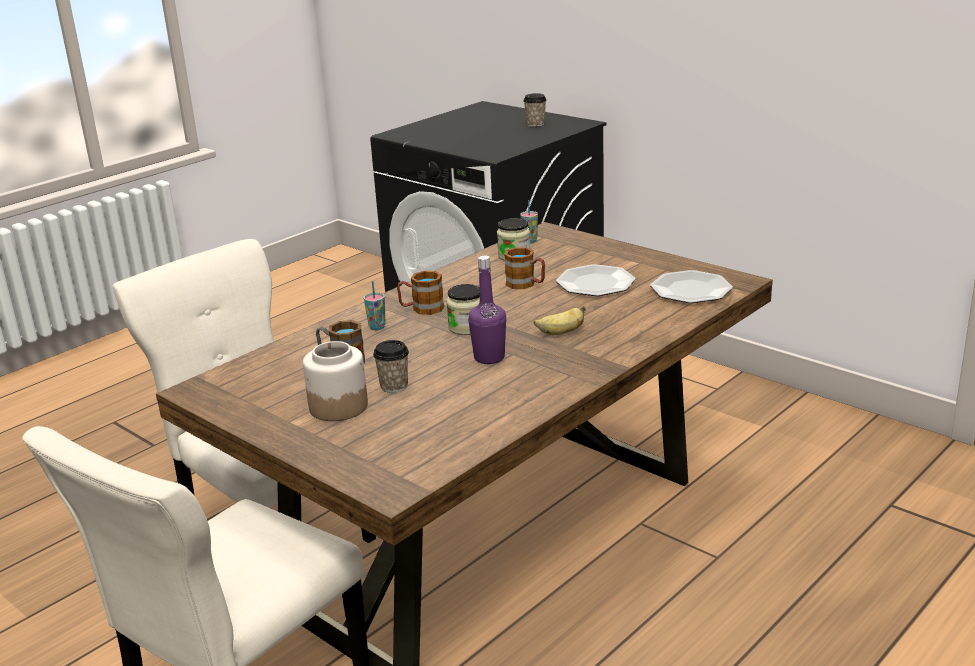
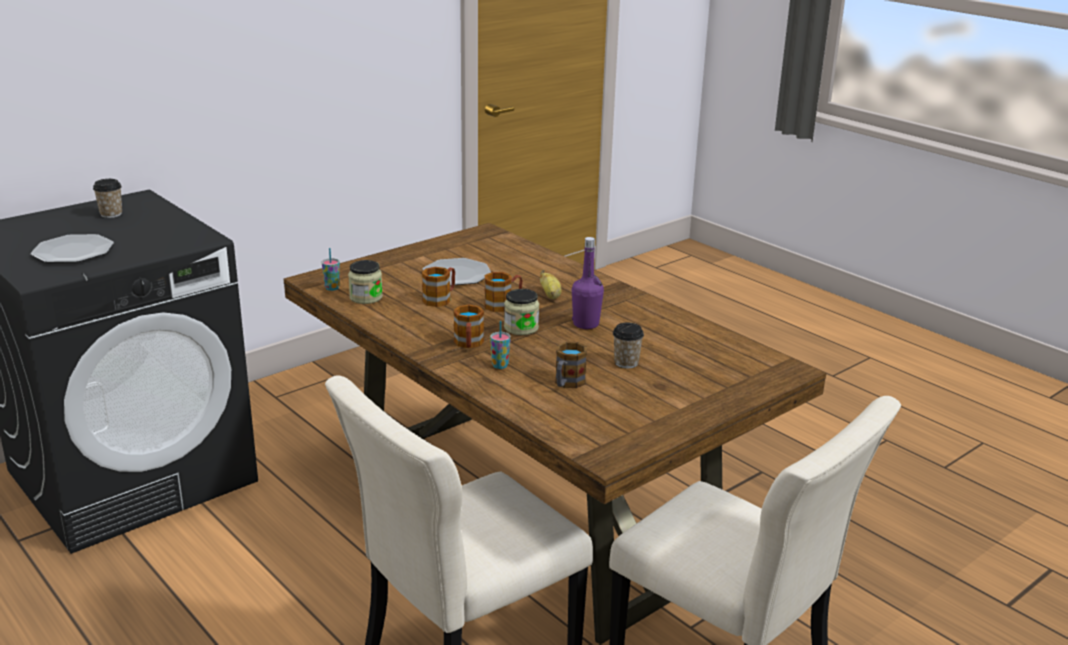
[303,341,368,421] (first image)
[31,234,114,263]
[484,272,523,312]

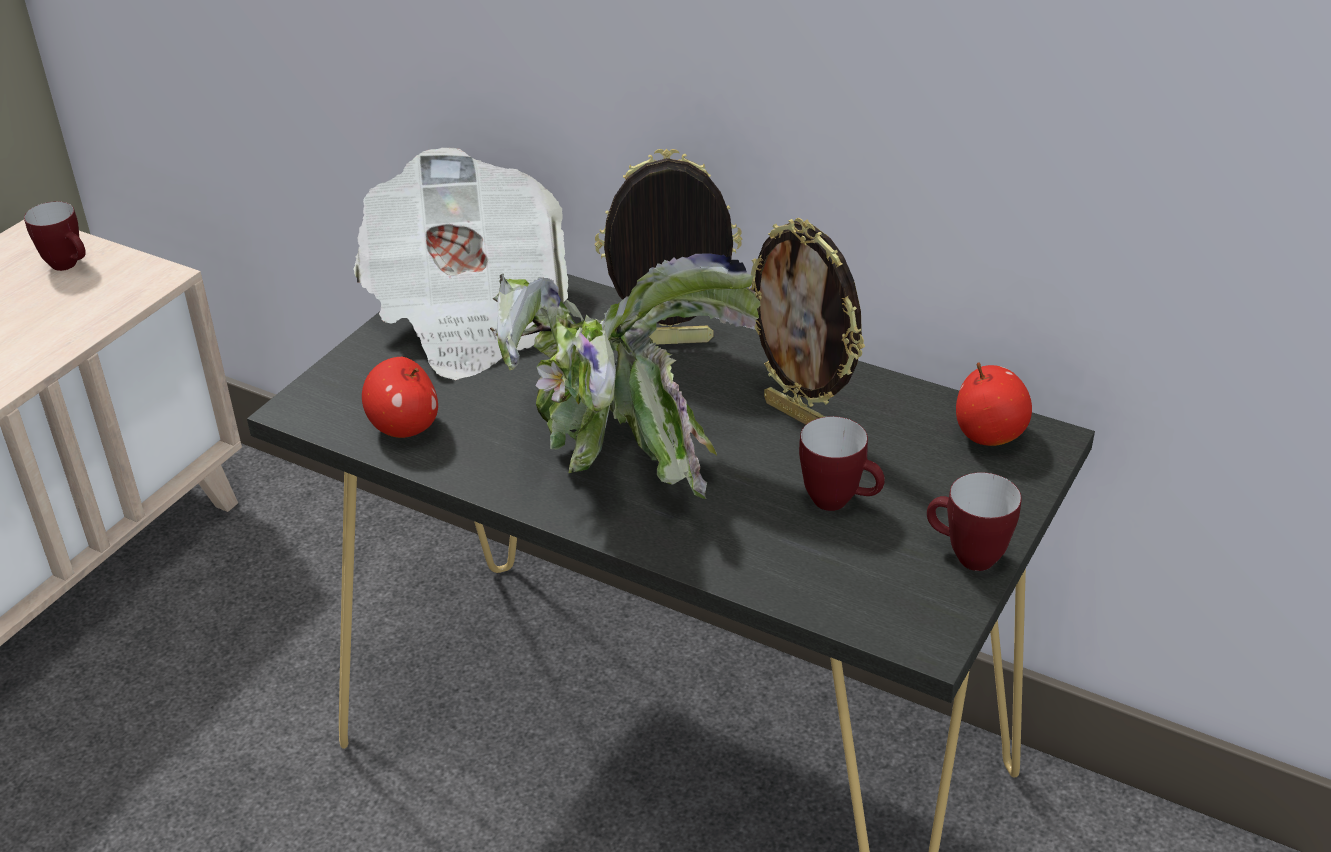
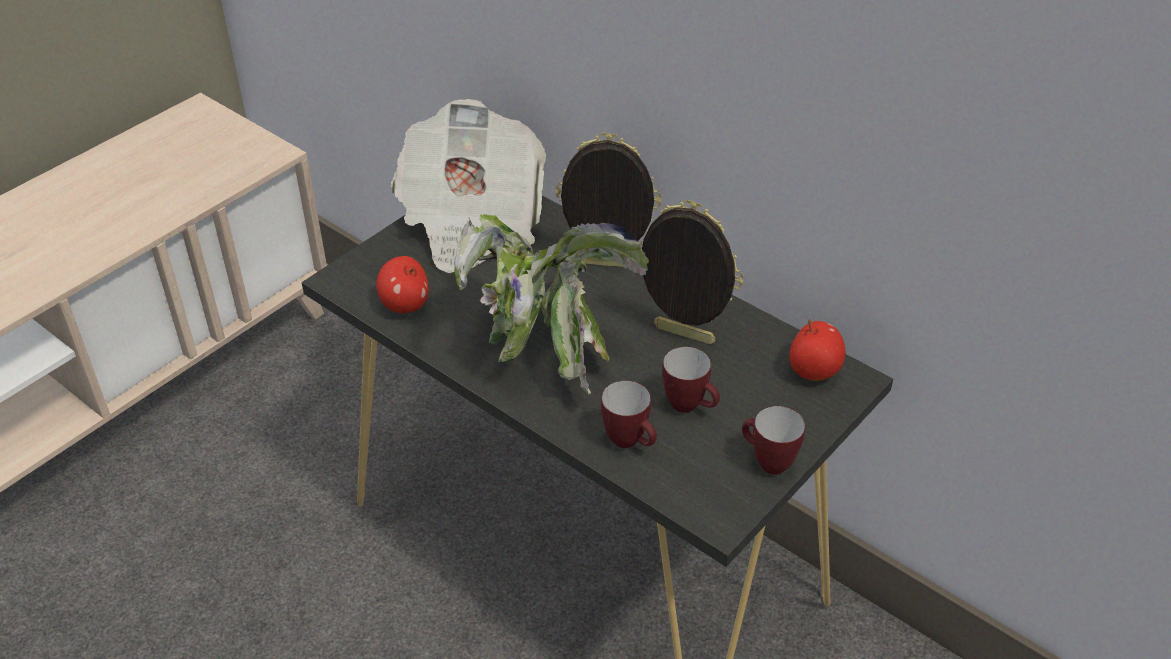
[601,381,657,448]
[641,200,744,345]

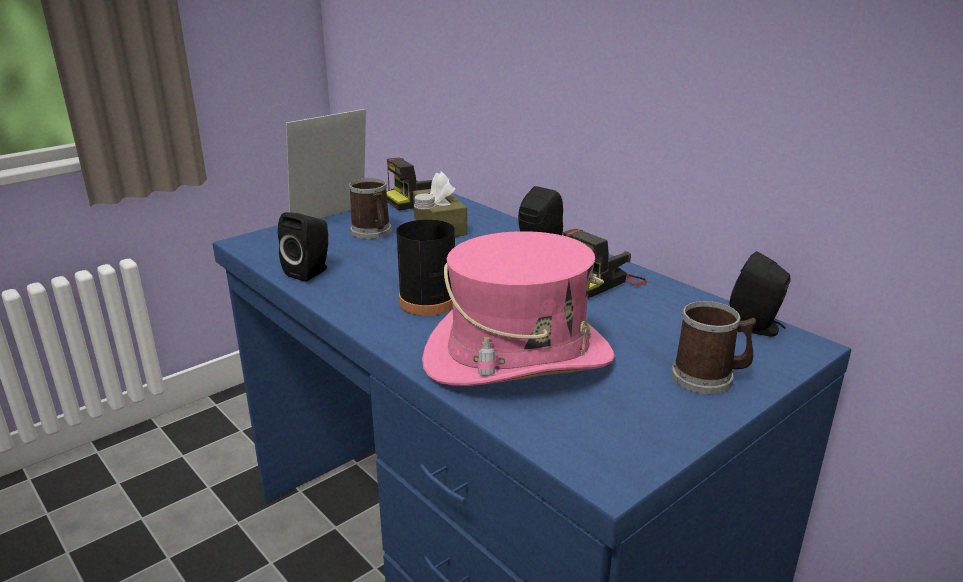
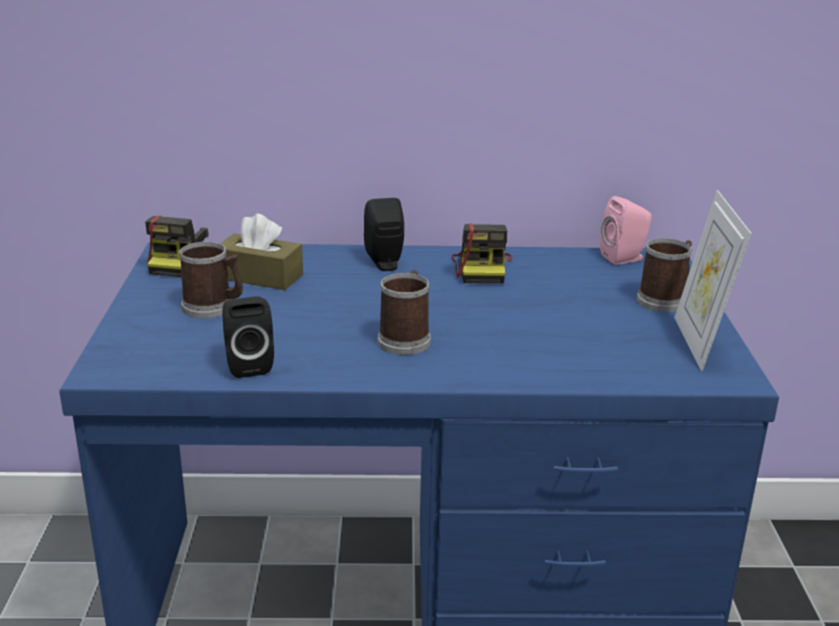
[674,190,752,371]
[378,270,431,355]
[422,231,615,386] (first image)
[600,196,652,265]

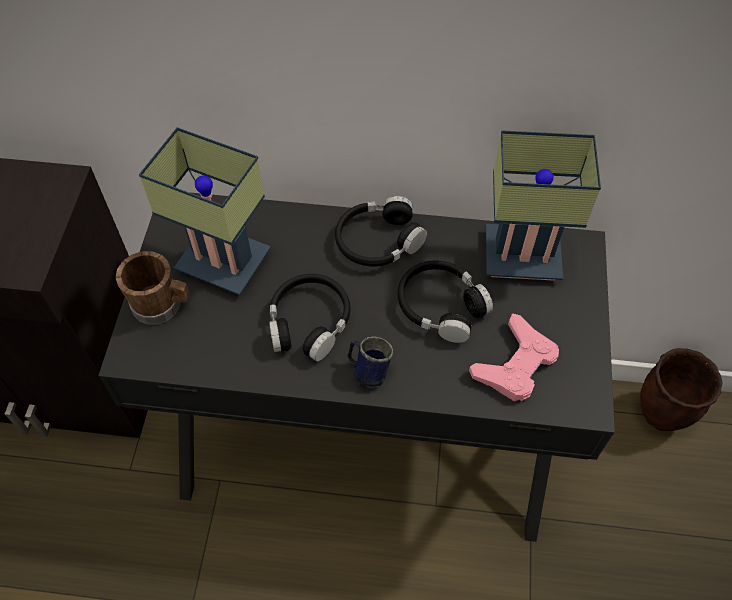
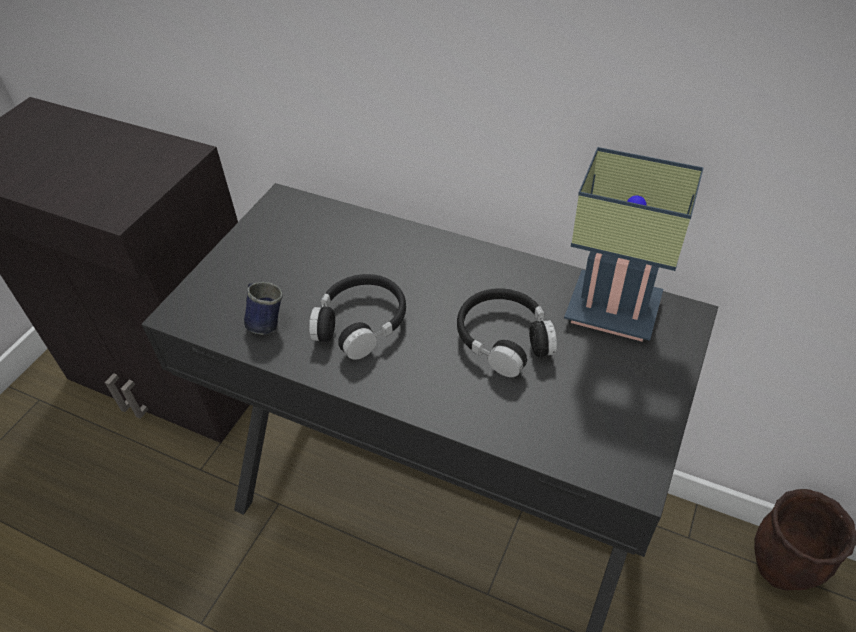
[116,251,189,325] (first image)
[139,127,271,295] (first image)
[335,196,427,266] (first image)
[244,282,283,335]
[469,313,559,401] (first image)

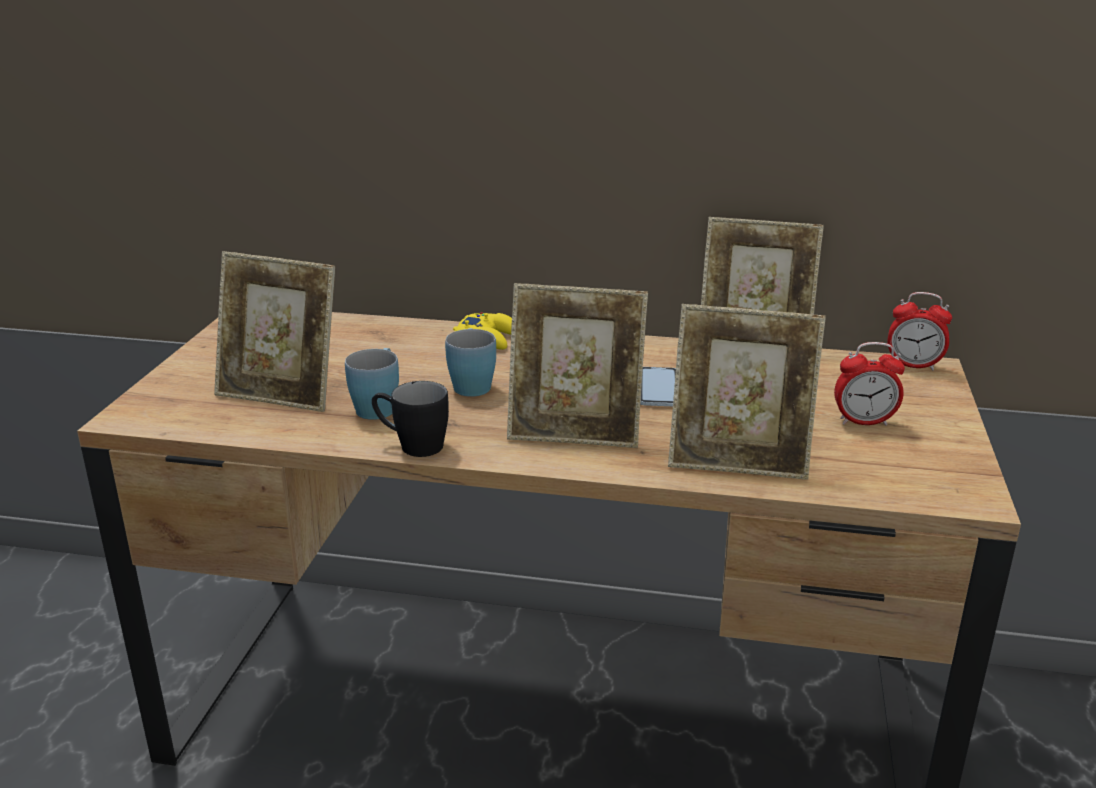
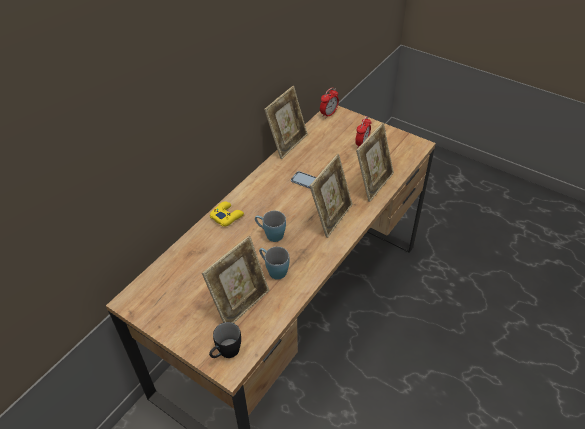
[209,322,241,358]

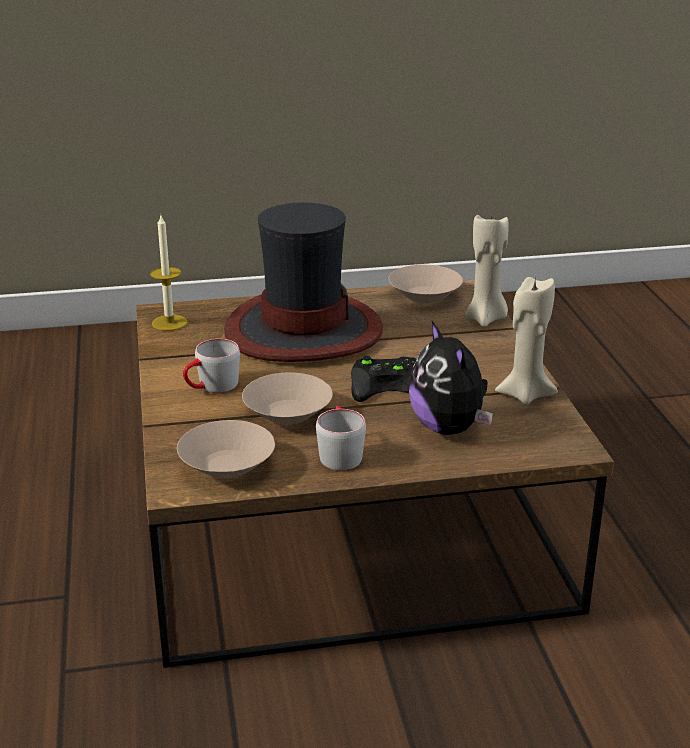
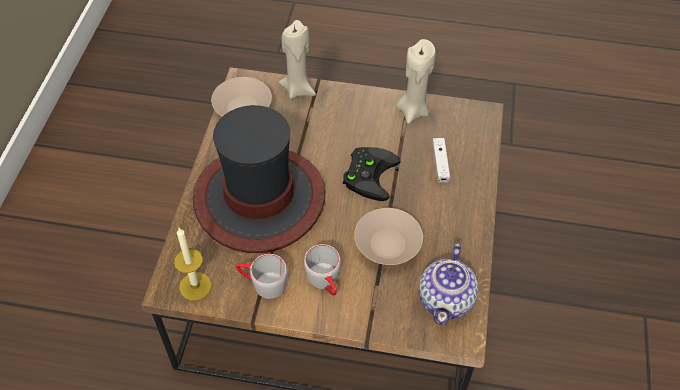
[418,243,479,325]
[236,254,287,299]
[432,138,450,183]

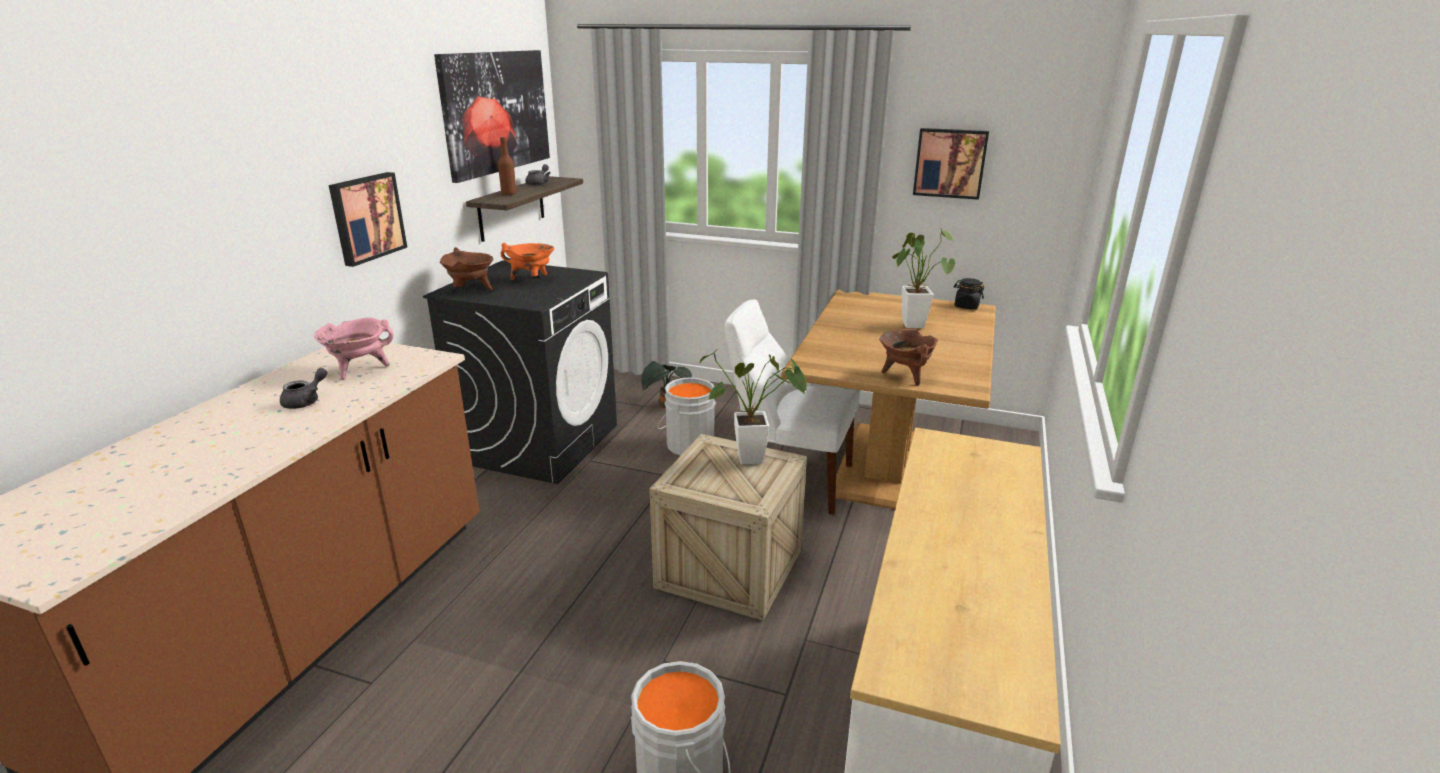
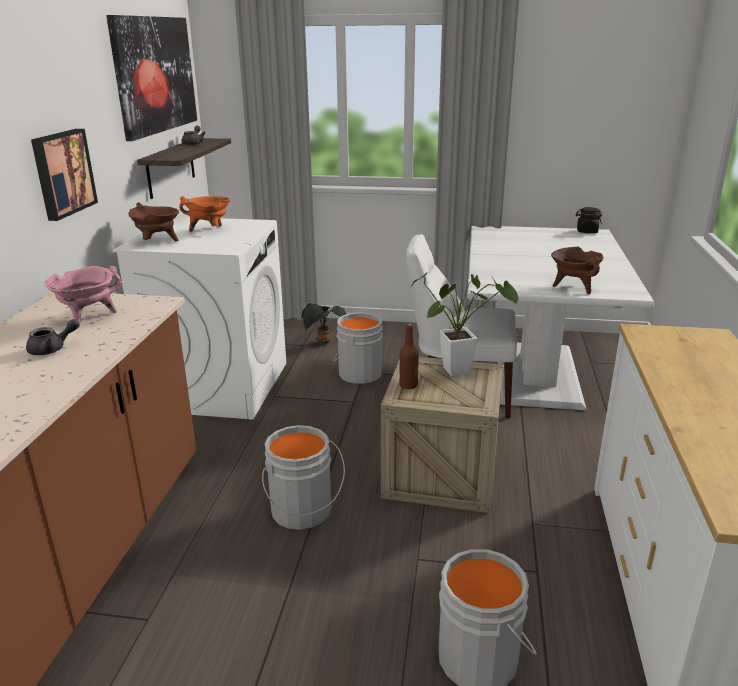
[26,319,80,355]
[112,217,286,419]
[399,324,419,389]
[467,226,654,410]
[892,229,955,328] (first image)
[913,128,989,200] (first image)
[262,425,345,530]

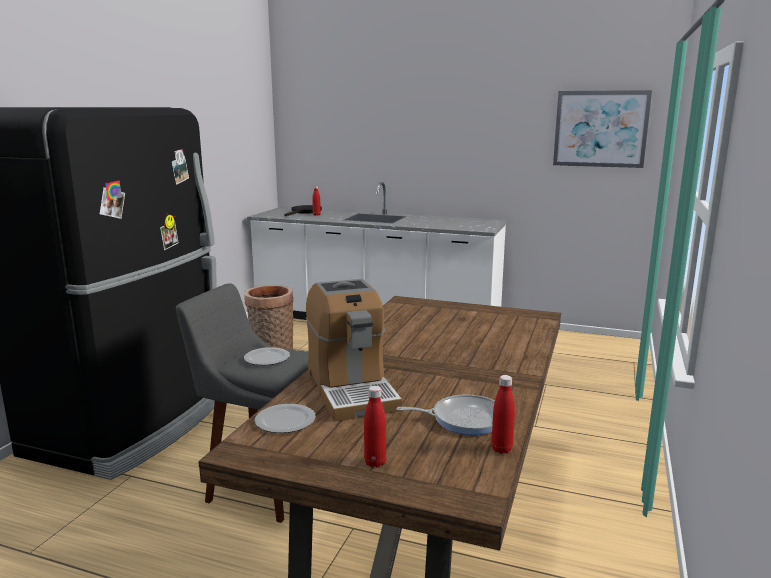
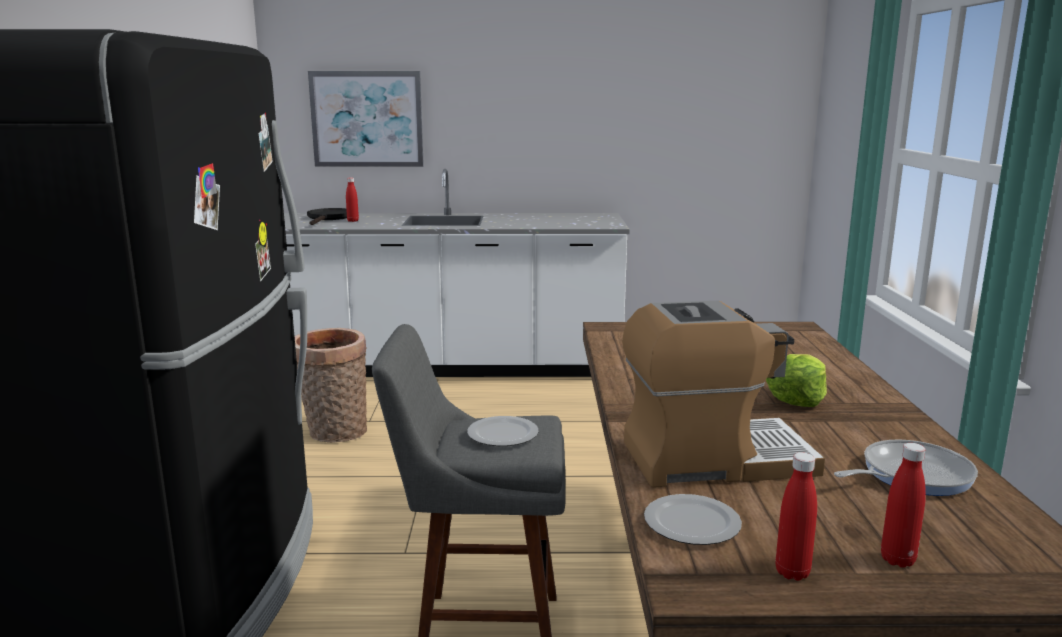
[622,301,825,488]
[775,452,817,581]
[308,71,424,167]
[766,354,827,407]

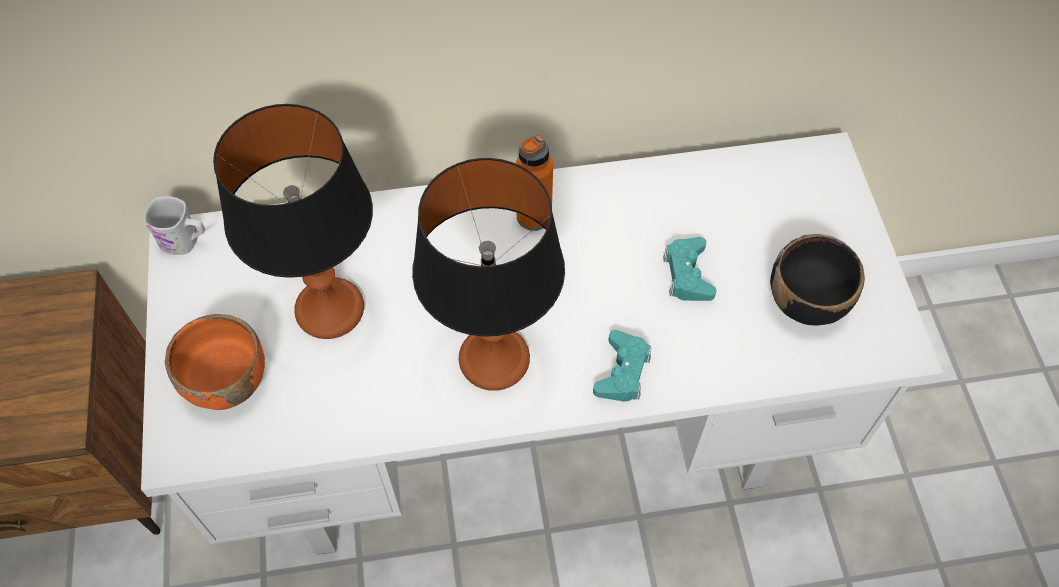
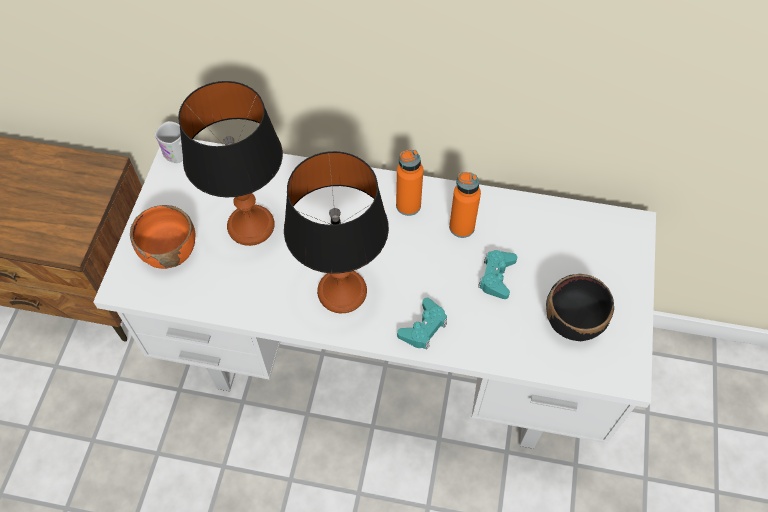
[449,172,481,238]

